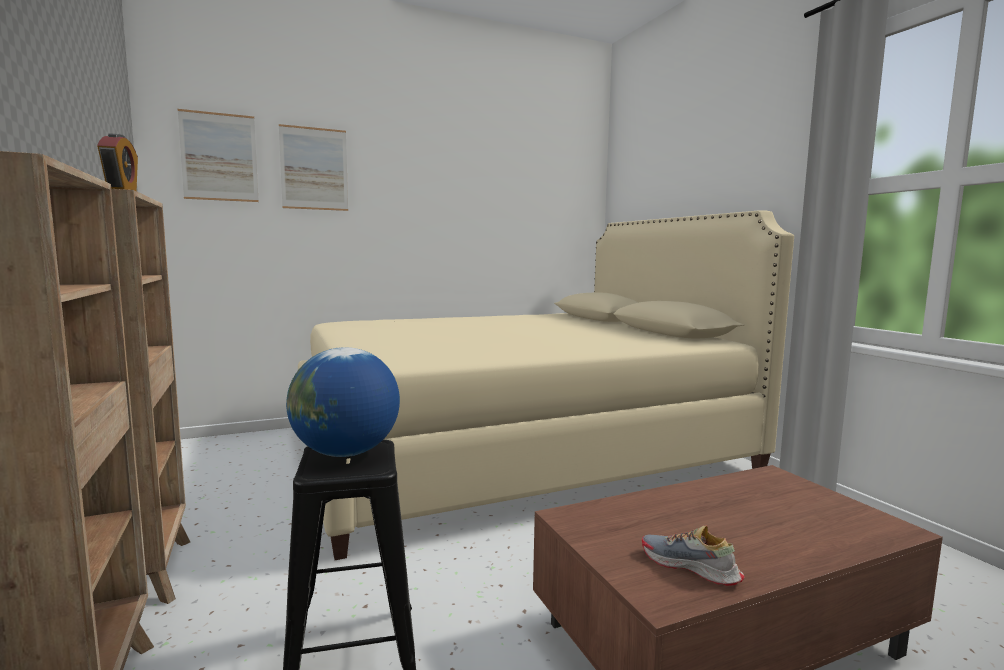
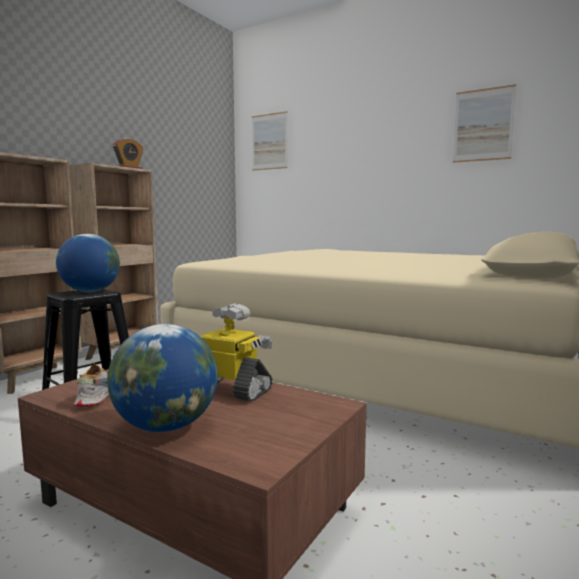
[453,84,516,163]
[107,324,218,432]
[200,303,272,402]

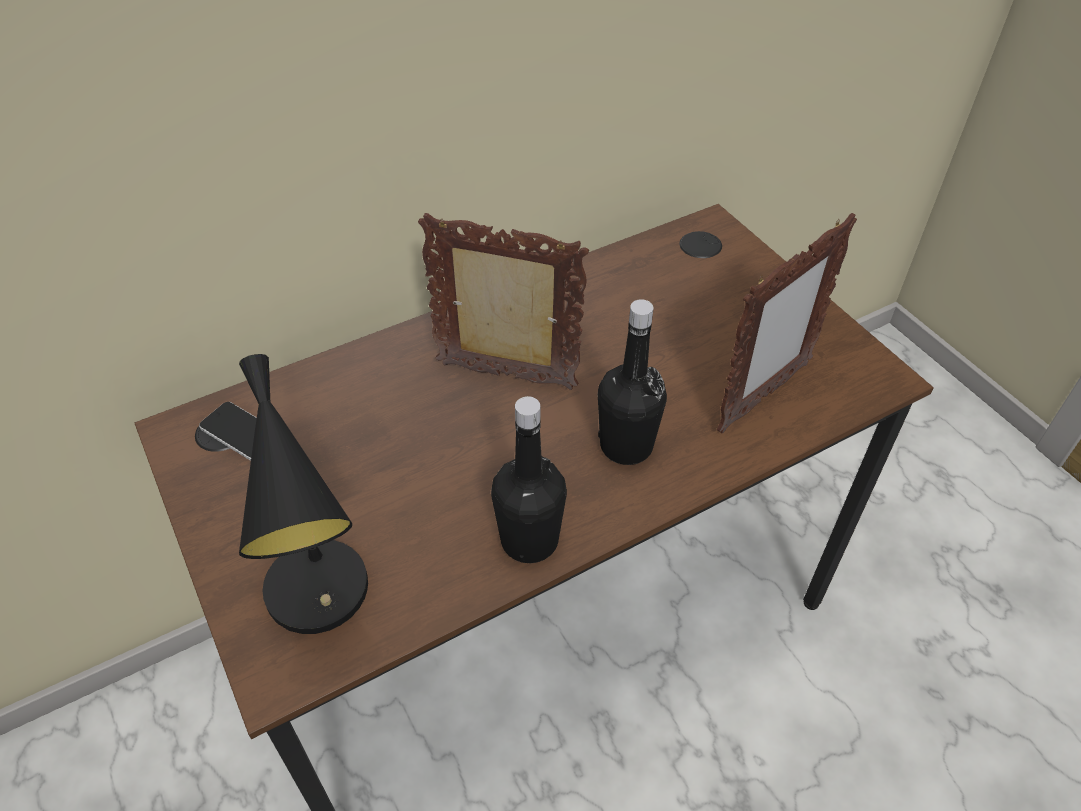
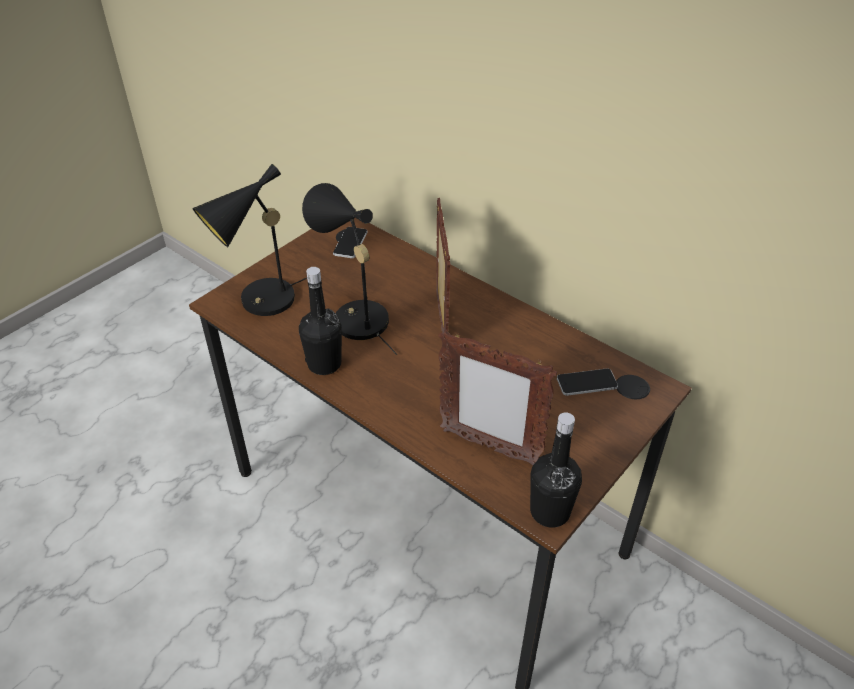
[530,413,582,528]
[302,183,397,355]
[557,368,618,396]

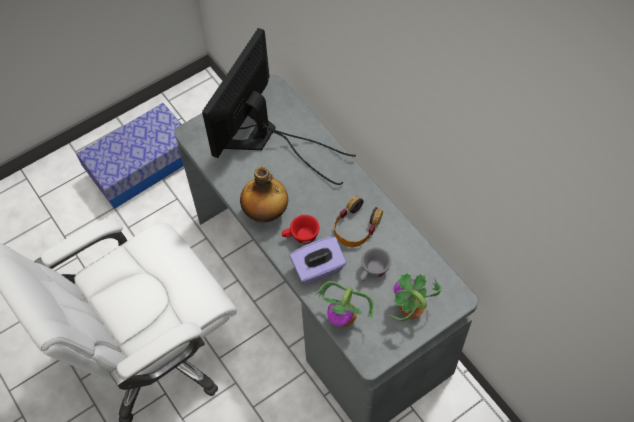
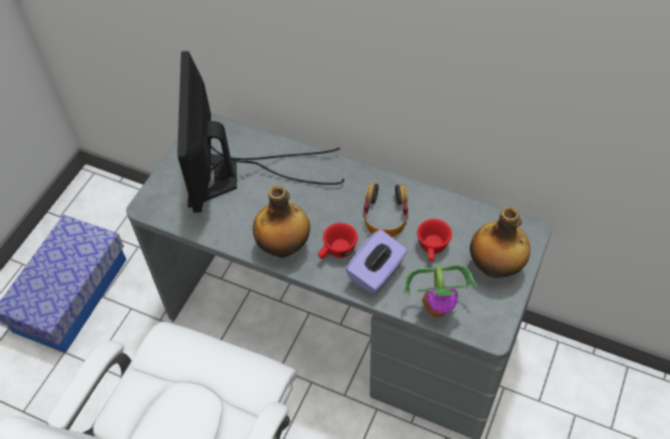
[417,219,452,261]
[470,207,530,278]

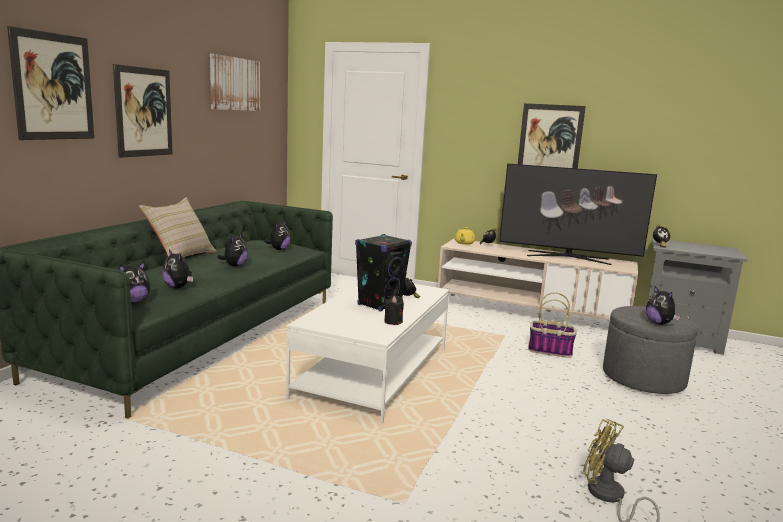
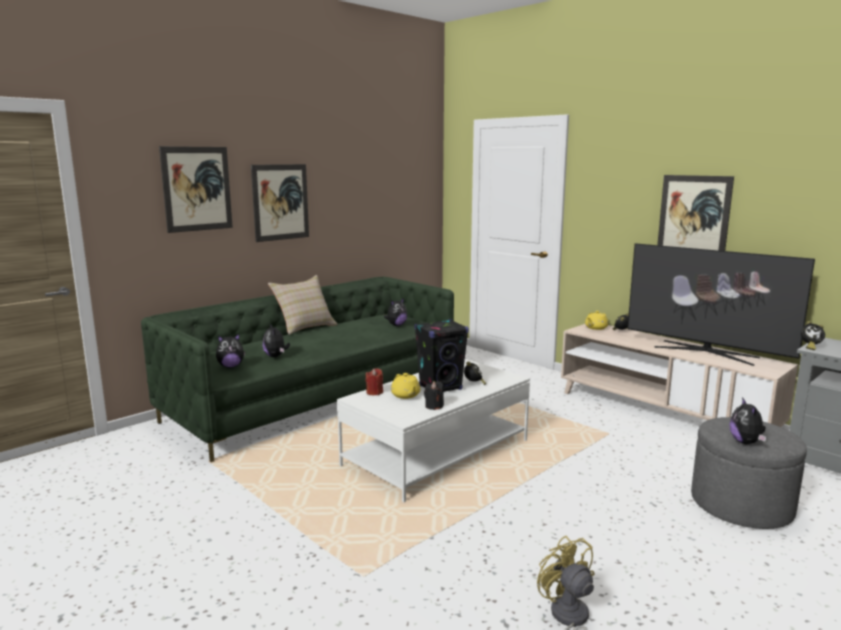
[210,54,260,111] (first image)
[217,233,248,267] (first image)
[528,292,577,357] (first image)
[365,368,383,395]
[391,373,420,399]

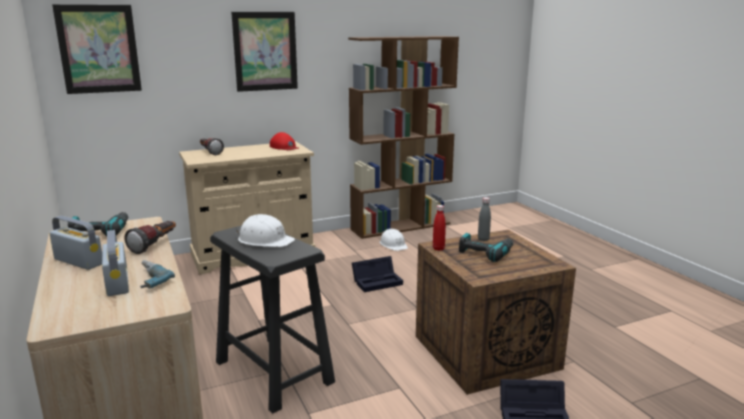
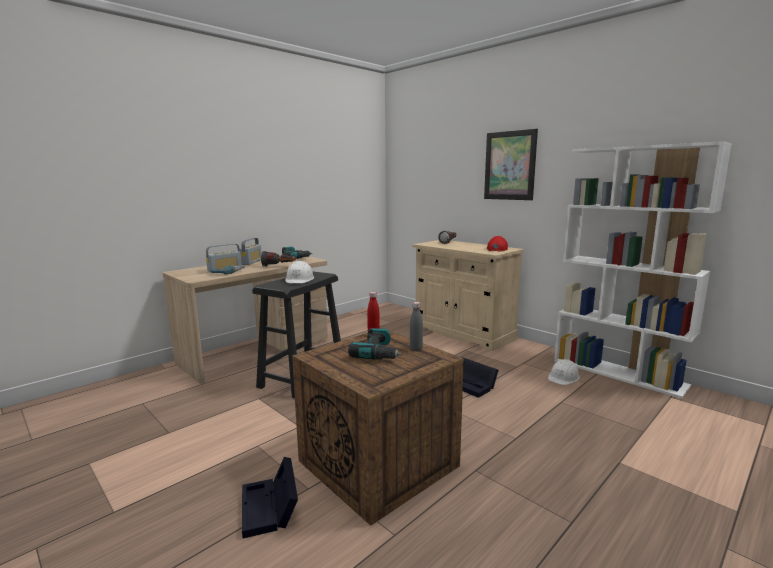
[52,4,142,94] (first image)
[554,141,732,399]

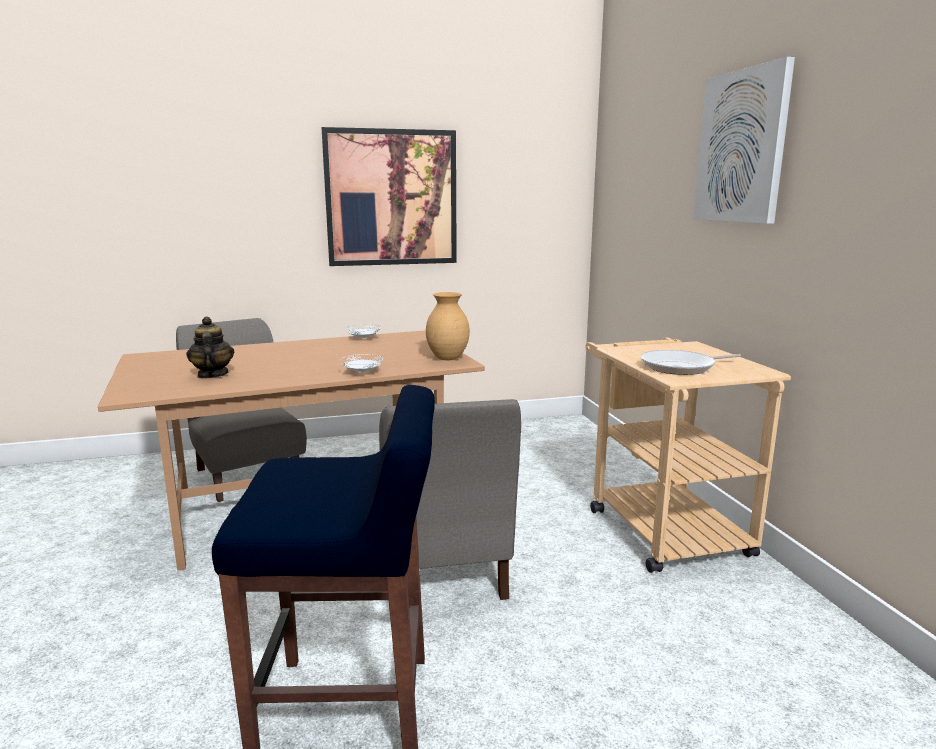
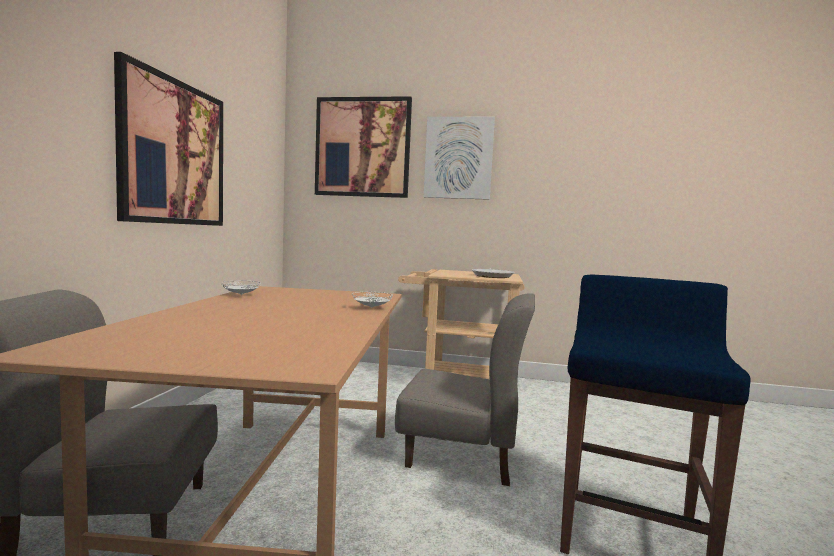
[186,316,234,379] (first image)
[426,292,470,360] (first image)
[315,96,412,198]

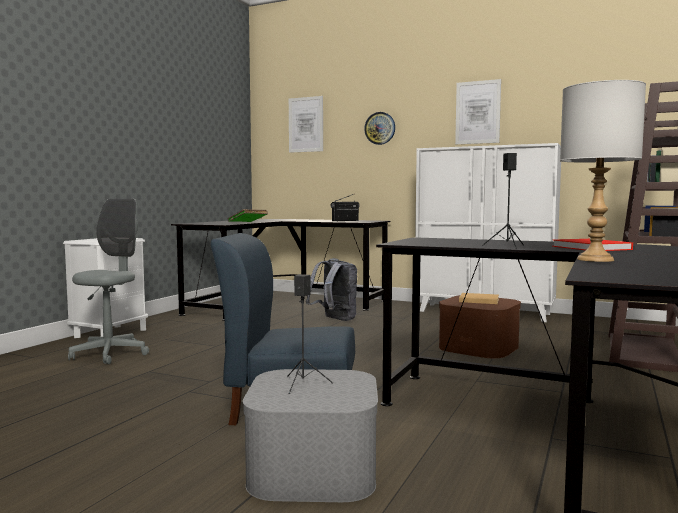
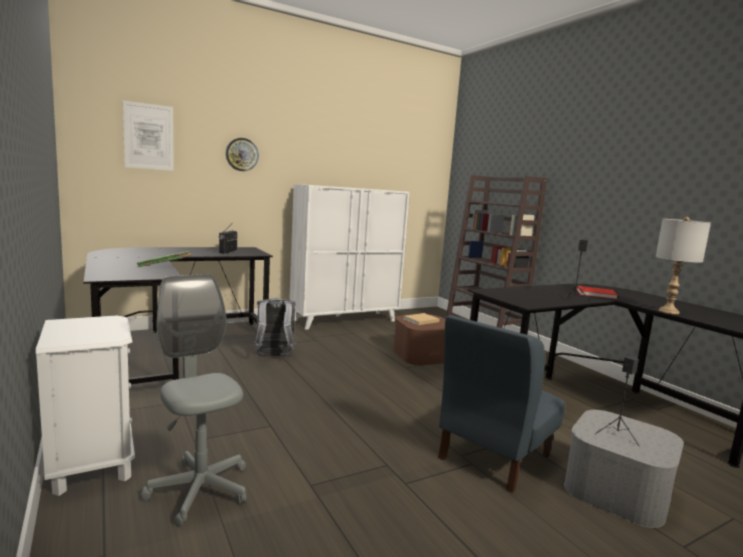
[455,79,501,144] (first image)

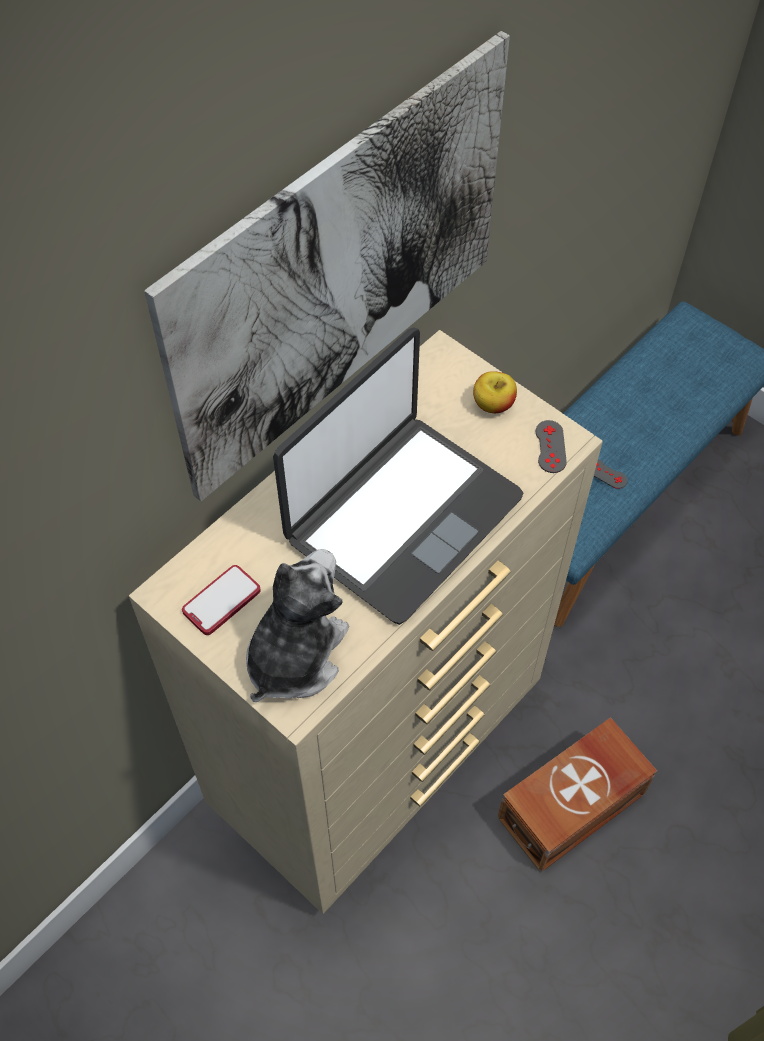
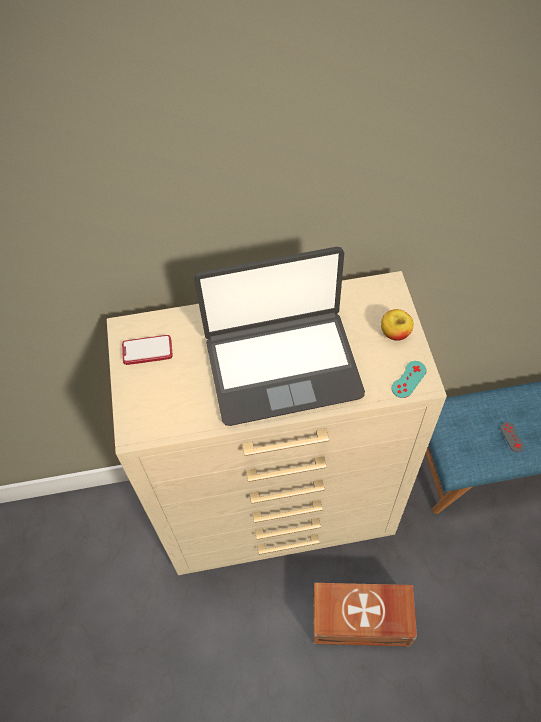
[144,31,510,502] (first image)
[246,549,349,702] (first image)
[392,361,427,398]

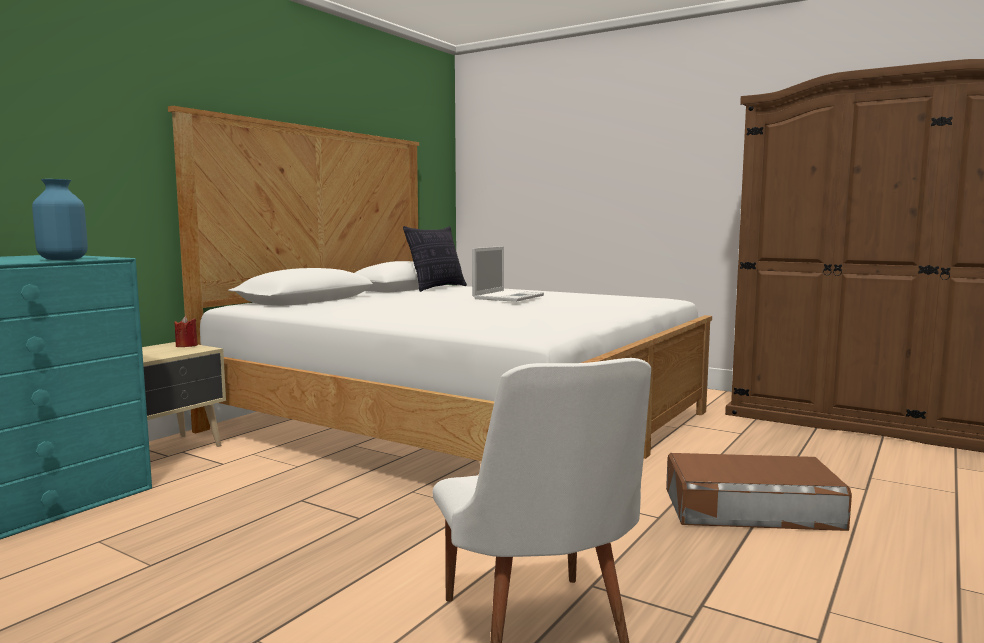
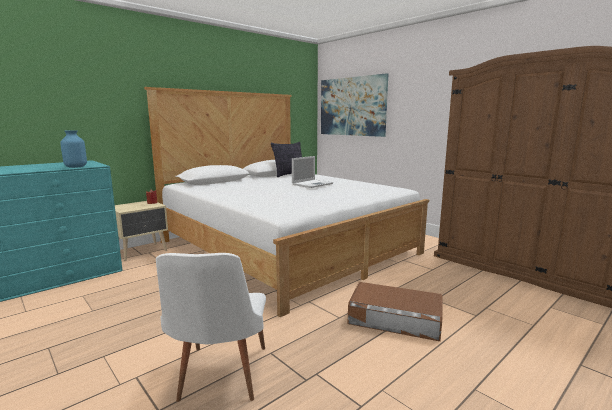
[321,73,388,137]

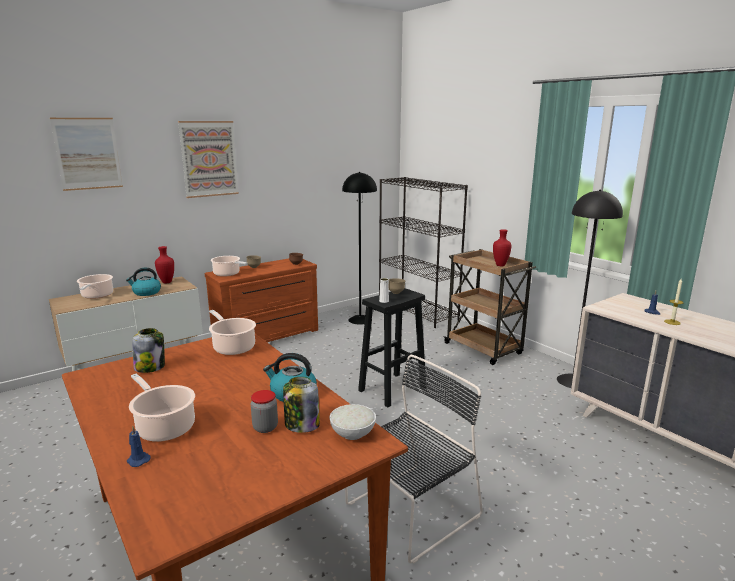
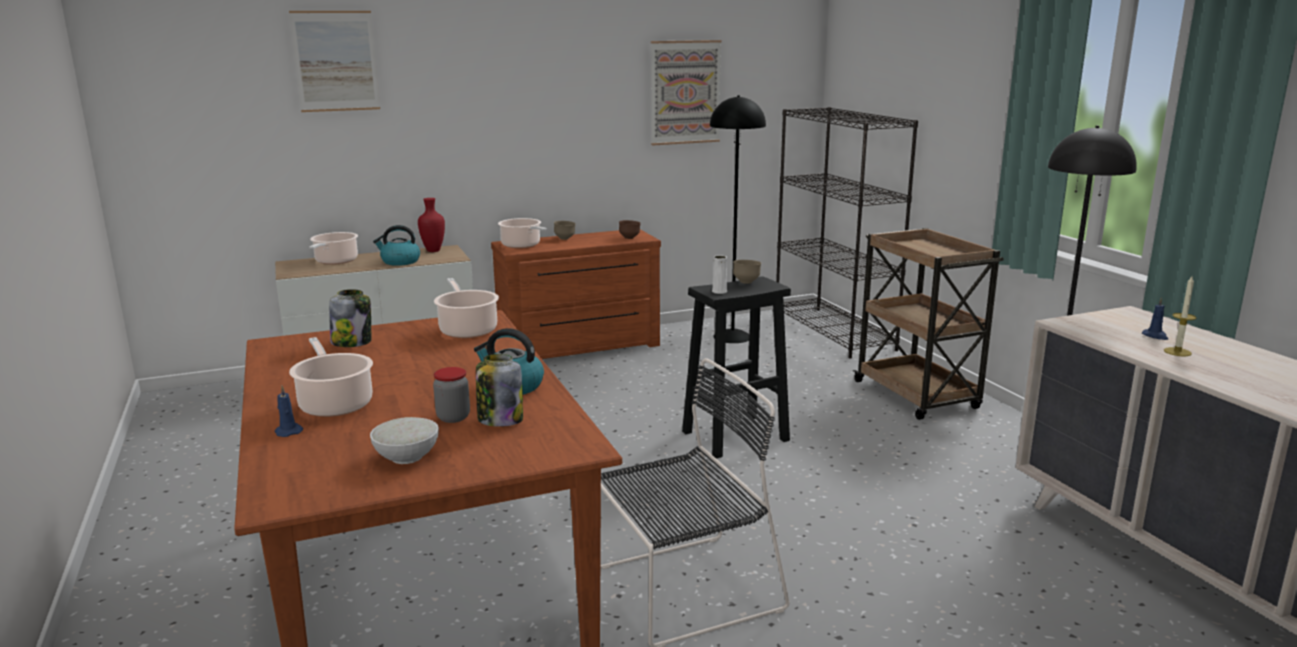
[651,40,722,145]
[370,417,439,464]
[493,229,512,266] (first image)

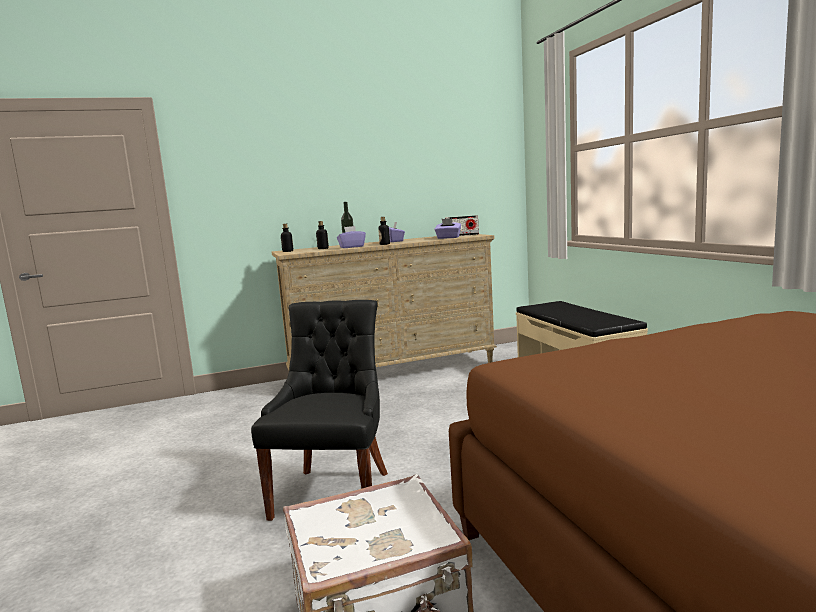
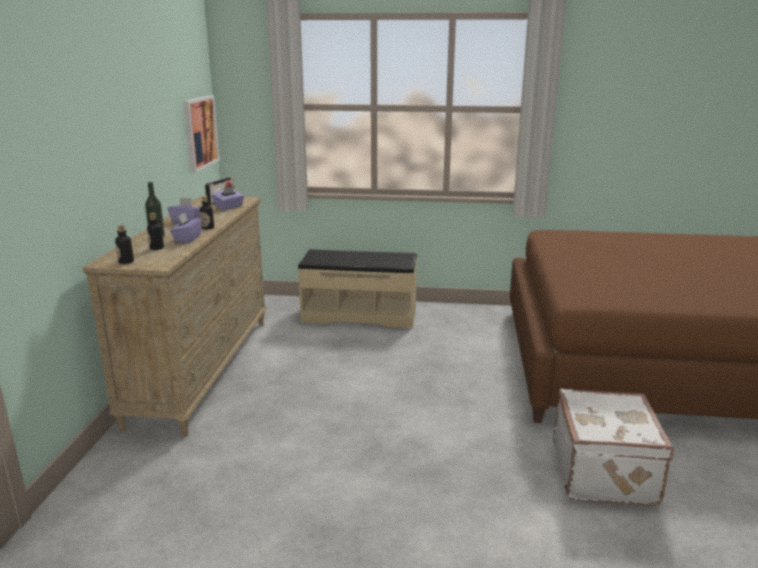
[251,300,388,521] (first image)
[183,95,220,173]

